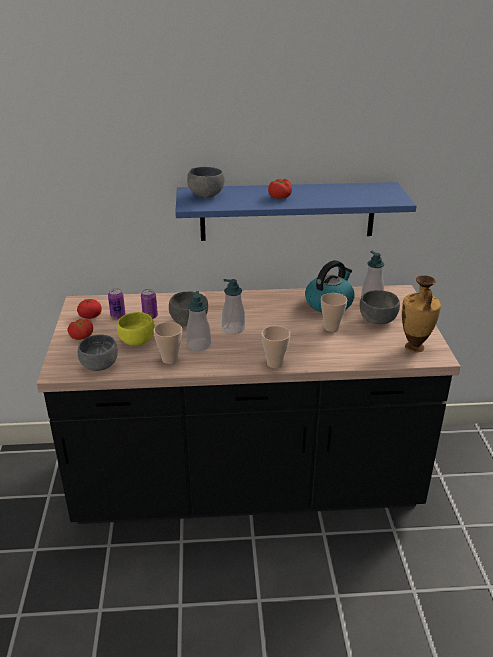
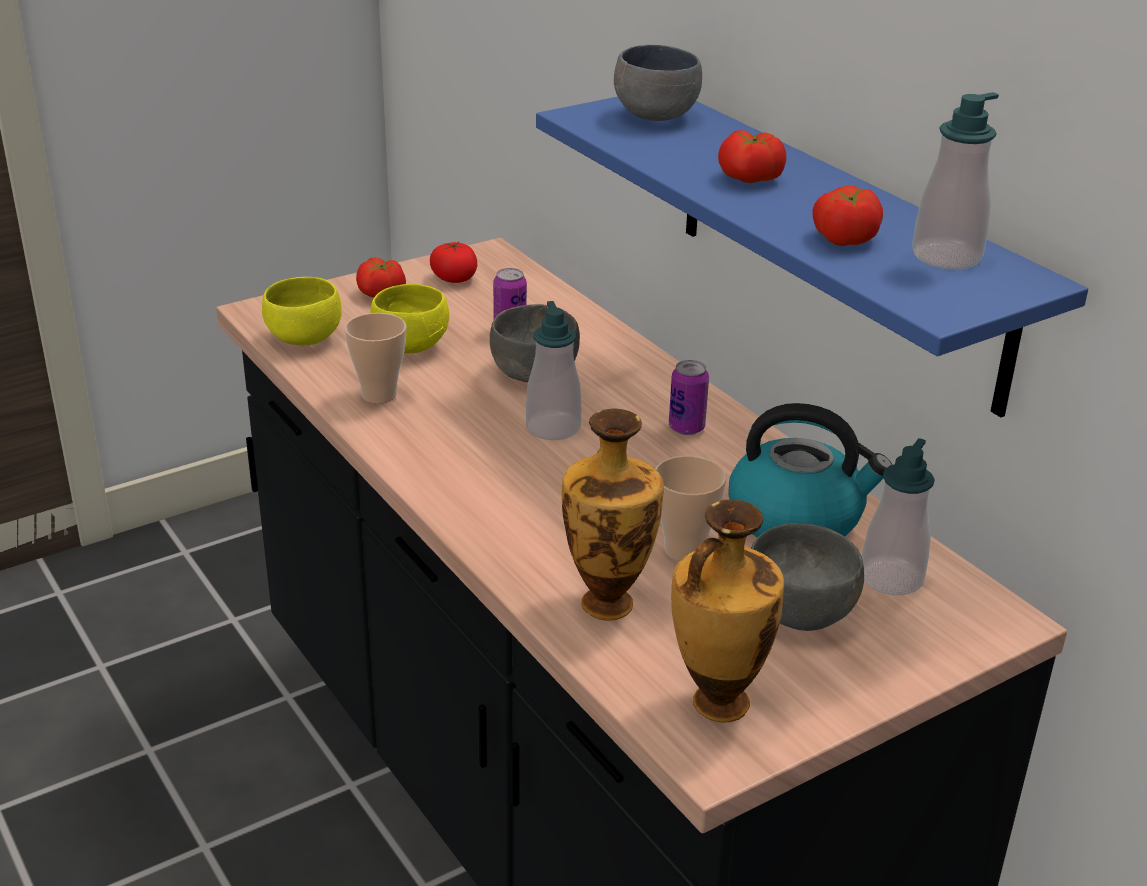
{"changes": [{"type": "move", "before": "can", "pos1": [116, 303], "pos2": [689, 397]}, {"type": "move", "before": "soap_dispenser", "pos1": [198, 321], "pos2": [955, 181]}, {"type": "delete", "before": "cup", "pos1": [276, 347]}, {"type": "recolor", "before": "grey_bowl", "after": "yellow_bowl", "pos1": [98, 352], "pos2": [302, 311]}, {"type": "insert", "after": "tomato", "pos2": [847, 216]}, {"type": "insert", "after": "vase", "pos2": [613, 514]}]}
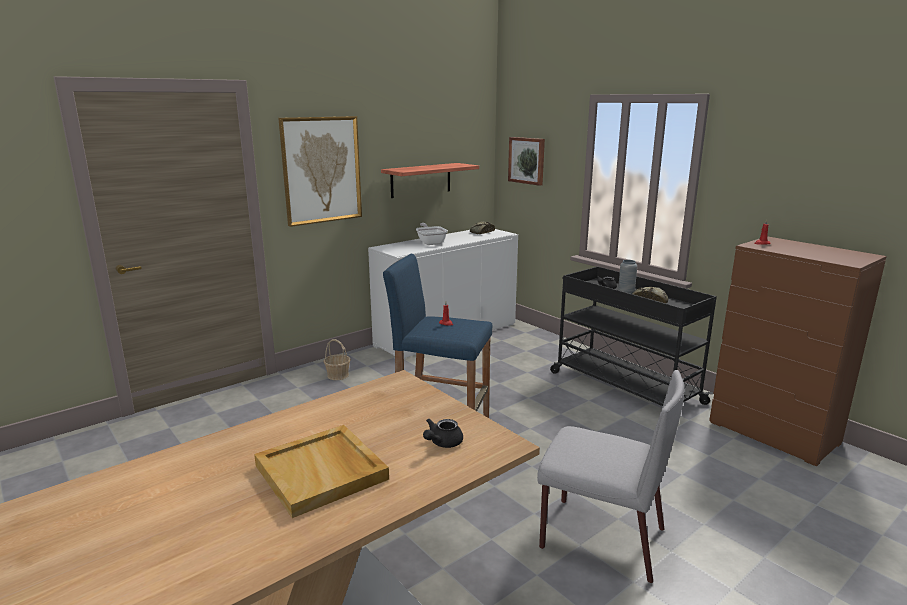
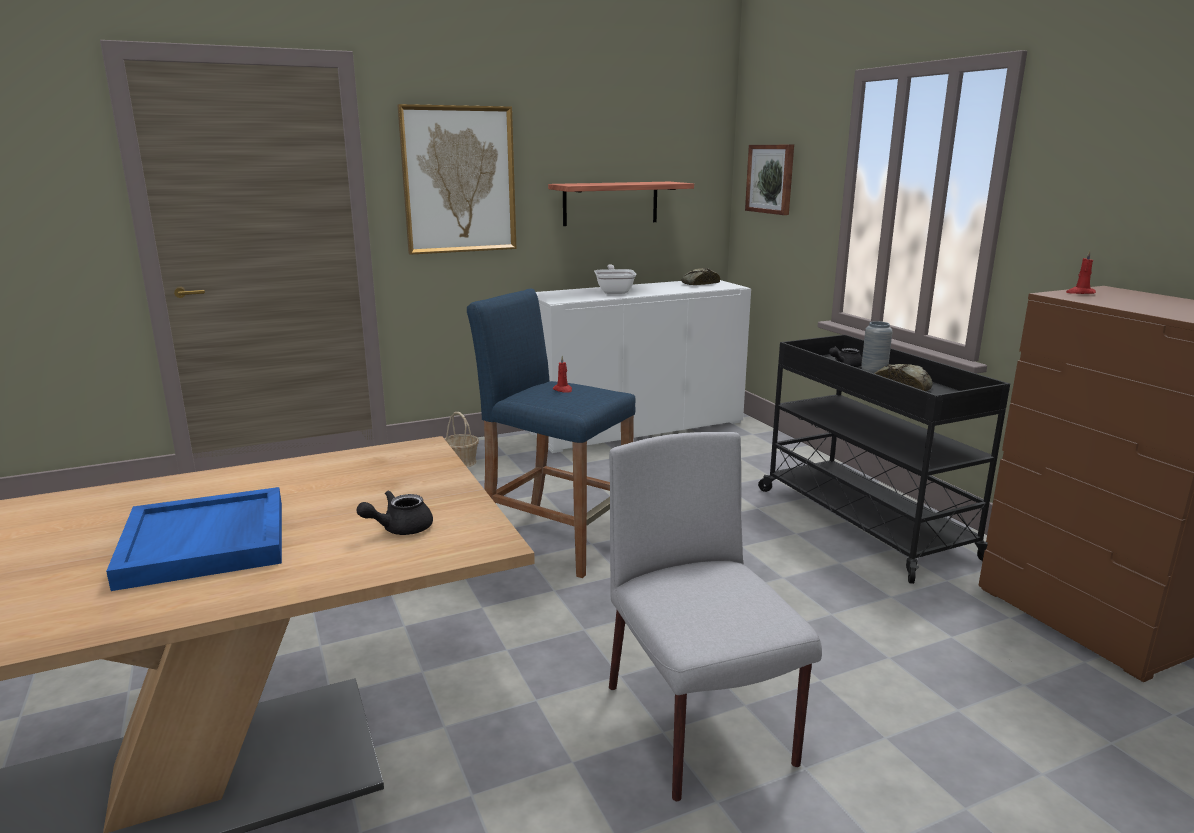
{"changes": [{"type": "rotate", "before": "grey_chair", "pos1": [611, 476], "pos2": [715, 617], "turn": -150}, {"type": "recolor", "before": "beige_tray", "after": "blue_tray", "pos1": [321, 471], "pos2": [194, 539]}]}
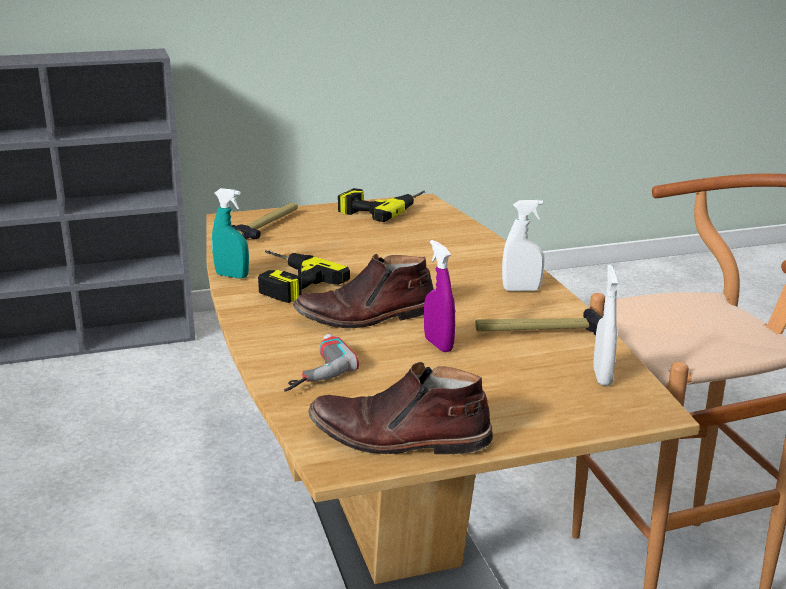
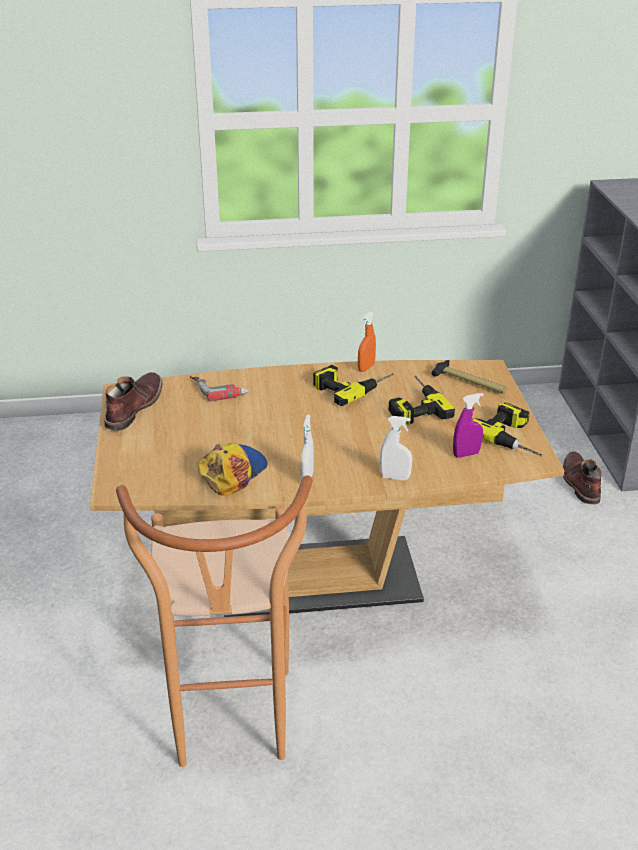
{"changes": [{"type": "recolor", "before": "turquoise_spray_bottle", "after": "orange_spray_bottle", "pos1": [230, 233], "pos2": [367, 341]}, {"type": "move", "before": "purple_spray_bottle", "pos1": [439, 296], "pos2": [468, 425]}, {"type": "move", "before": "brown_boot", "pos1": [363, 291], "pos2": [582, 477]}, {"type": "move", "before": "white_spray_bottle", "pos1": [605, 325], "pos2": [396, 448]}, {"type": "replace", "before": "hammer", "after": "cap", "pos1": [539, 322], "pos2": [233, 469]}, {"type": "insert", "after": "power_drill", "pos2": [422, 400]}]}
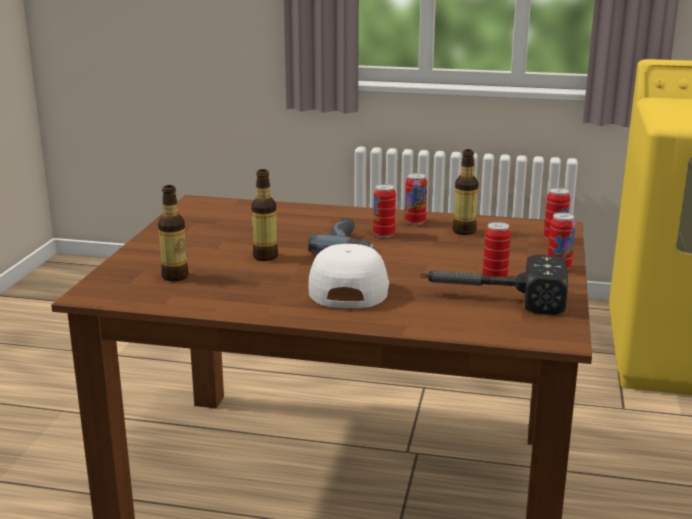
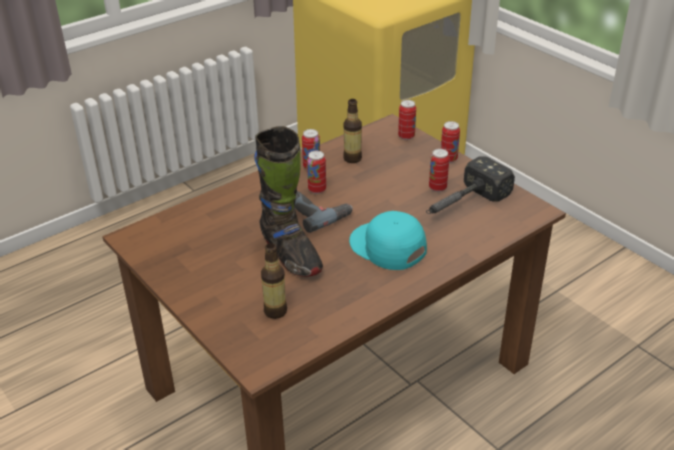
{"changes": [{"type": "replace", "before": "bottle", "after": "black_boot", "pos1": [264, 215], "pos2": [288, 201]}, {"type": "recolor", "before": "white_cap", "after": "turquoise_cap", "pos1": [348, 276], "pos2": [388, 240]}]}
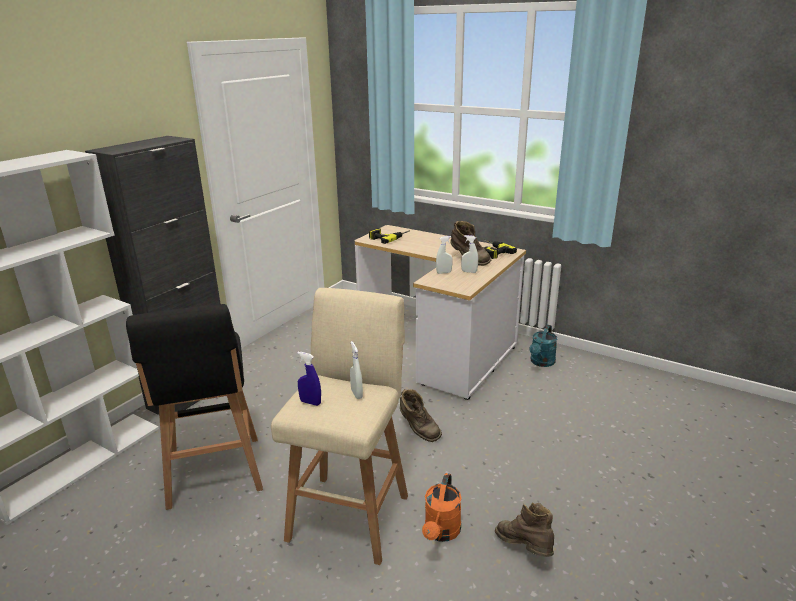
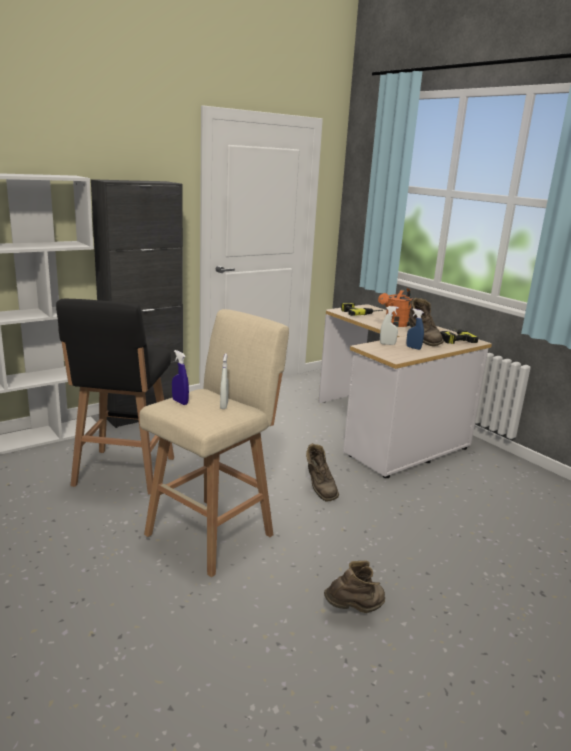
{"changes": [{"type": "recolor", "before": "white_spray_bottle", "after": "blue_spray_bottle", "pos1": [469, 254], "pos2": [415, 329]}, {"type": "delete", "before": "turquoise_watering_can", "pos1": [543, 346]}, {"type": "move", "before": "orange_watering_can", "pos1": [442, 507], "pos2": [395, 307]}, {"type": "rotate", "before": "brown_boot", "pos1": [524, 530], "pos2": [354, 586], "turn": 75}]}
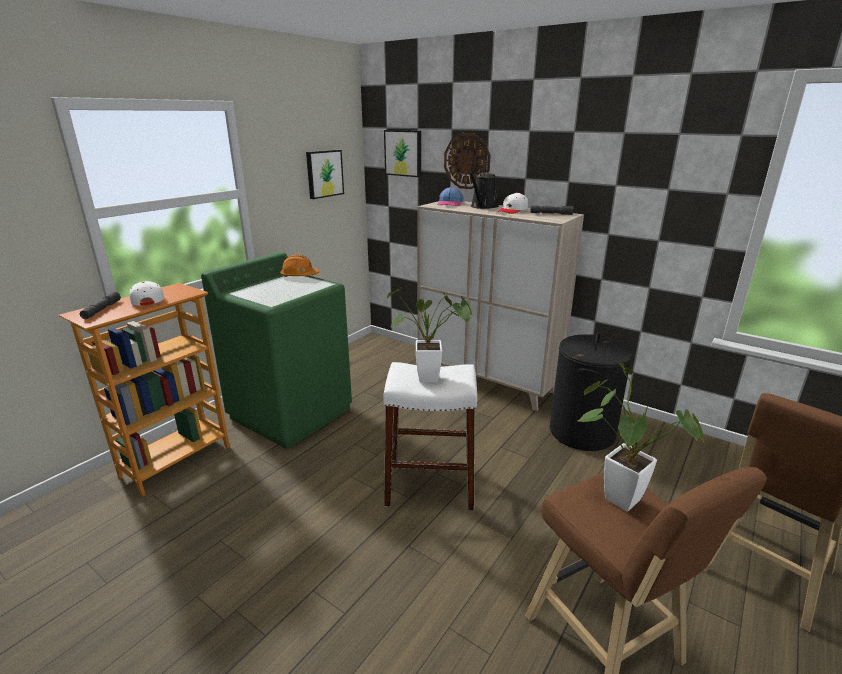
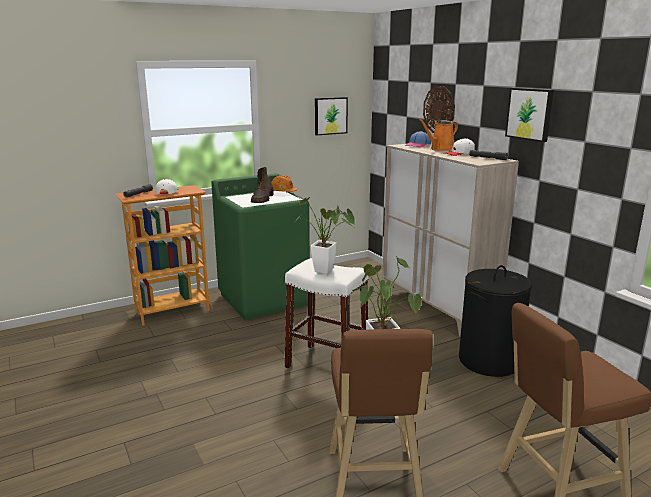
{"changes": [{"type": "move", "before": "picture", "pos1": [402, 153], "pos2": [529, 115]}, {"type": "recolor", "before": "black_watering_can", "after": "orange_watering_can", "pos1": [484, 190], "pos2": [438, 135]}, {"type": "insert", "after": "brown_boot", "pos2": [262, 185]}]}
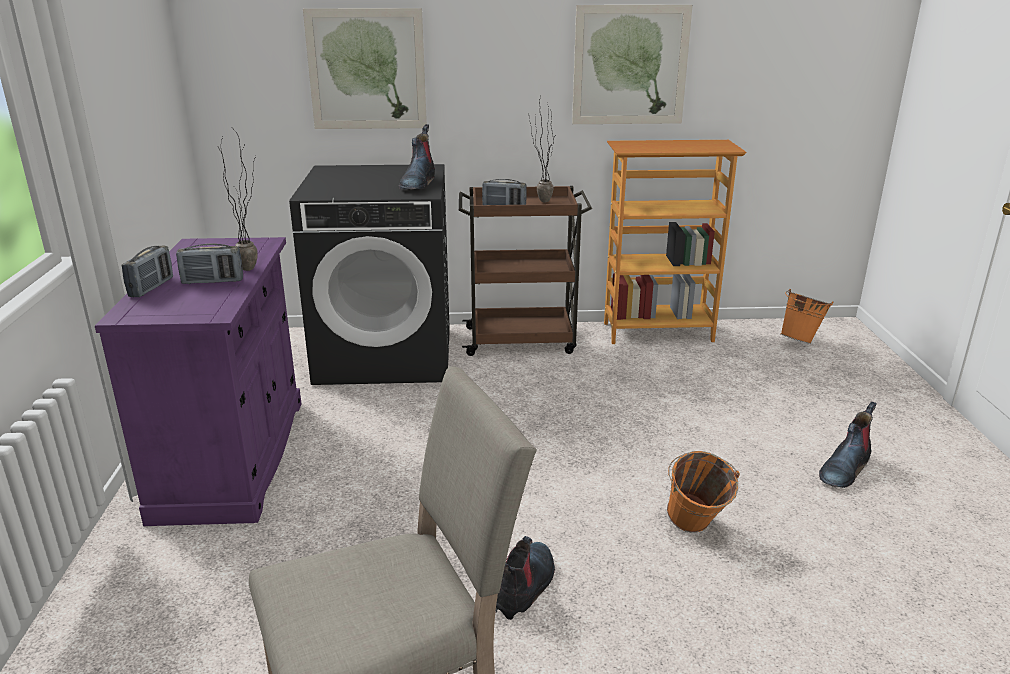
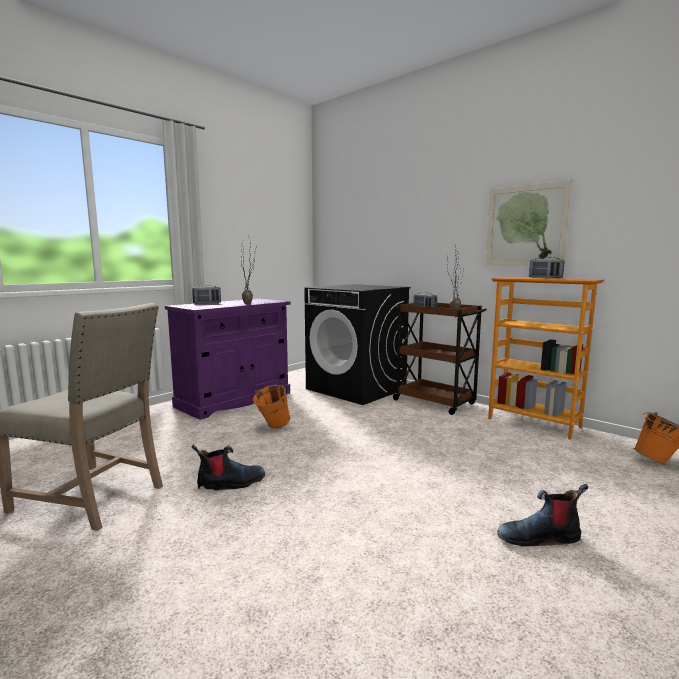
{"changes": [{"type": "delete", "before": "picture", "pos1": [365, 68]}, {"type": "delete", "before": "boot", "pos1": [416, 157]}, {"type": "move", "before": "radio", "pos1": [209, 263], "pos2": [546, 267]}, {"type": "move", "before": "orange_bucket", "pos1": [703, 492], "pos2": [271, 407]}]}
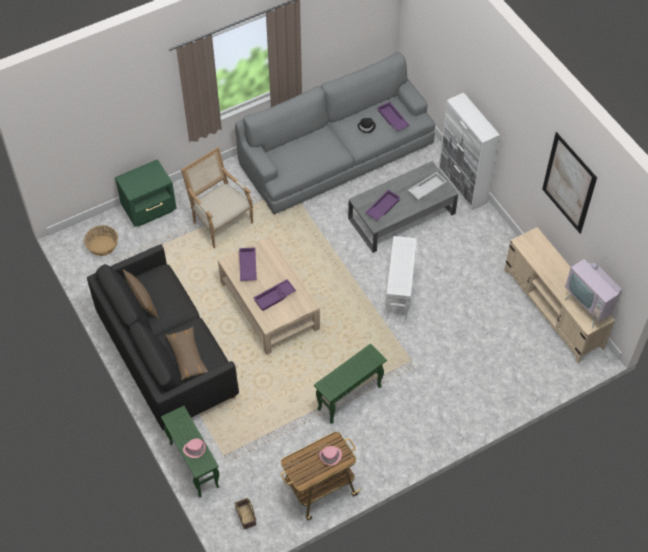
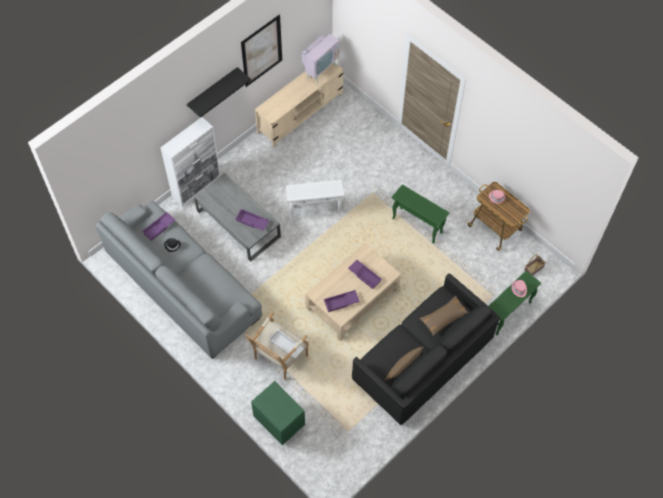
{"changes": [{"type": "move", "before": "white_tray", "pos1": [427, 186], "pos2": [286, 343]}, {"type": "delete", "before": "basket", "pos1": [101, 240]}, {"type": "insert", "after": "black_shelf", "pos2": [219, 92]}]}
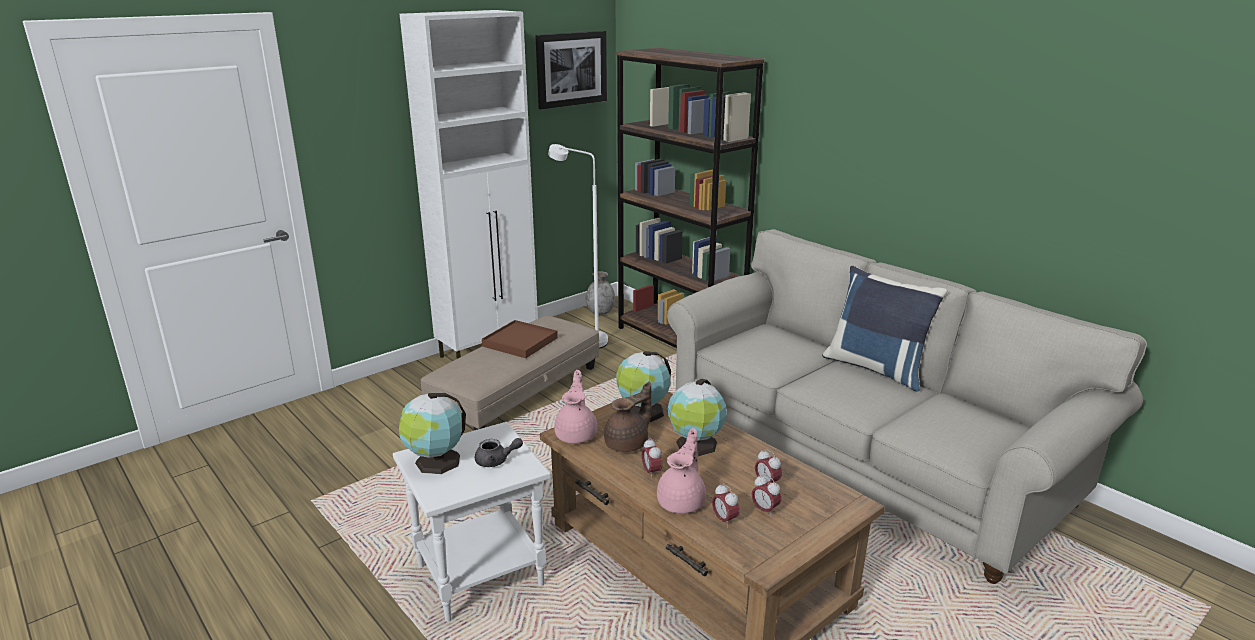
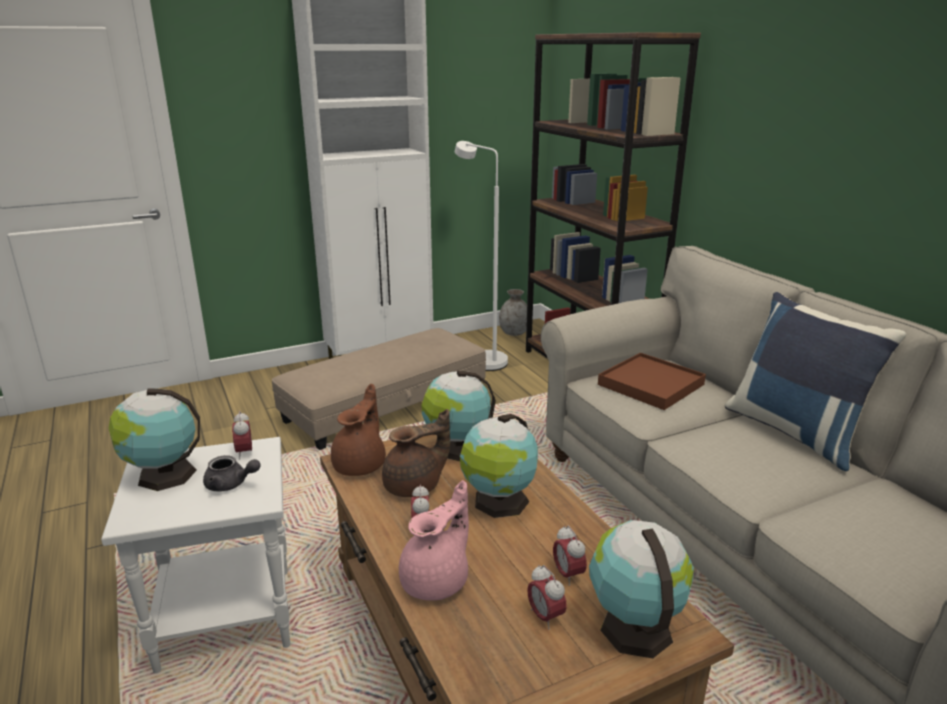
{"changes": [{"type": "delete", "before": "picture", "pos1": [571, 70]}, {"type": "move", "before": "brown_tray", "pos1": [520, 339], "pos2": [652, 381]}, {"type": "recolor", "before": "pink_teapot", "after": "brown_teapot", "pos1": [575, 407], "pos2": [358, 430]}, {"type": "move", "before": "alarm_clock", "pos1": [726, 505], "pos2": [242, 435]}, {"type": "insert", "after": "globe", "pos2": [641, 589]}]}
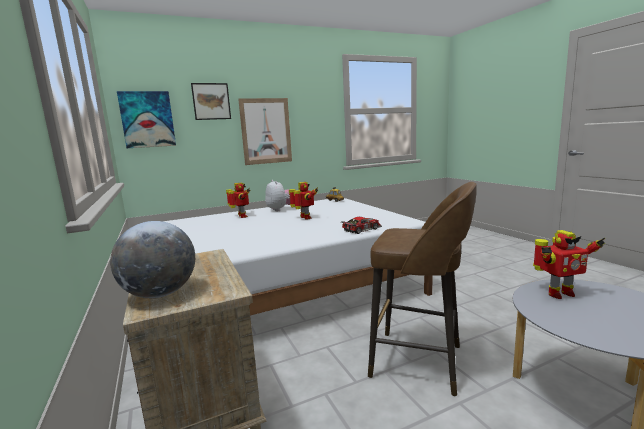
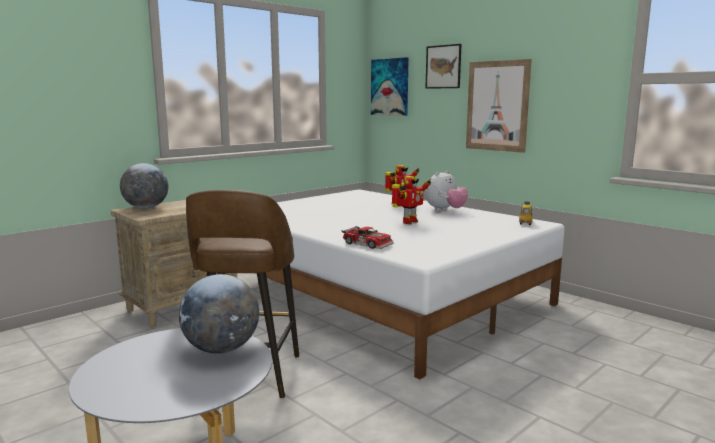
{"changes": [{"type": "replace", "before": "toy_robot", "after": "globe", "pos1": [569, 264], "pos2": [219, 314]}]}
